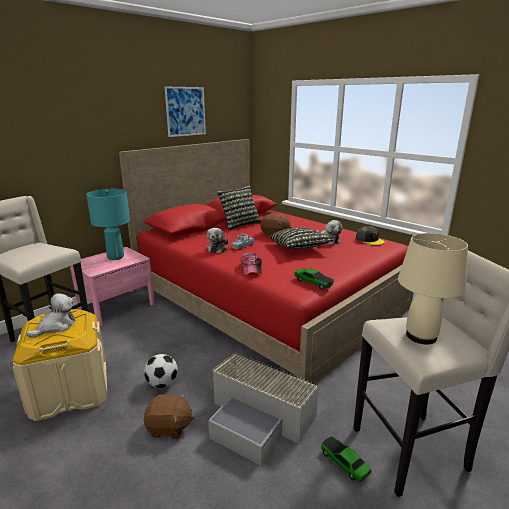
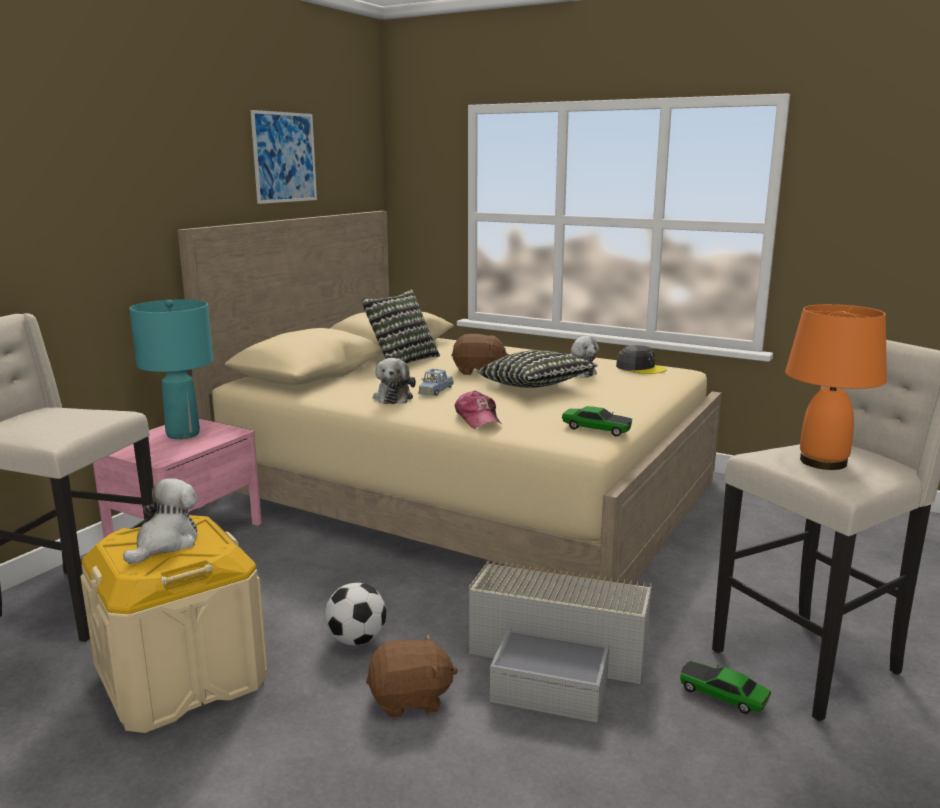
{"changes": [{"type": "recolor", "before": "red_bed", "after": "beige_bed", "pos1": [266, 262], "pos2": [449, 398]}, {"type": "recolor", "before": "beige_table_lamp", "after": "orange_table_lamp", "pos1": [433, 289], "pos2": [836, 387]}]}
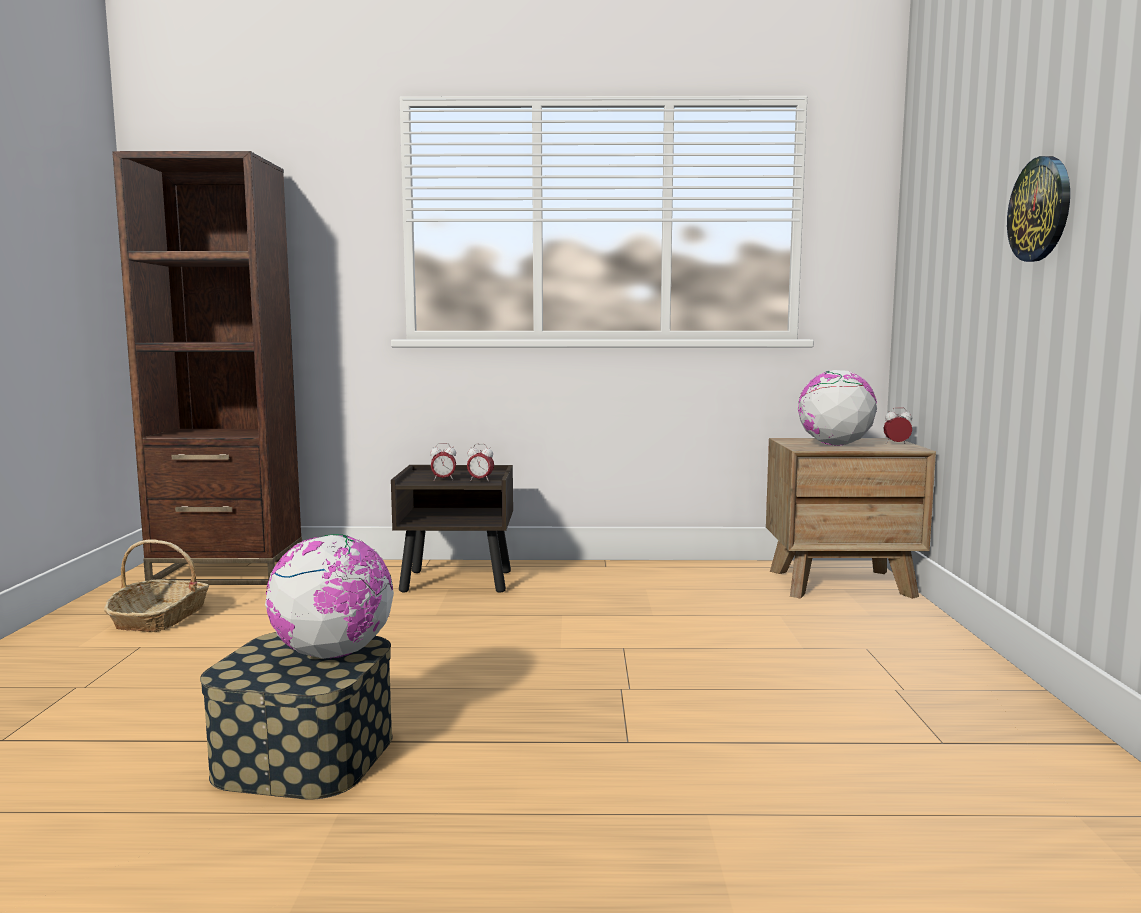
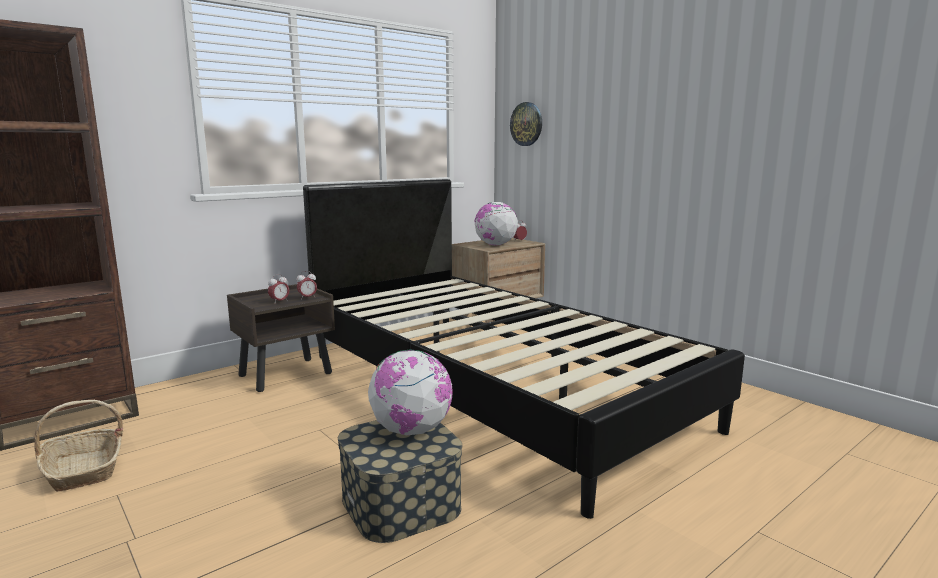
{"changes": [{"type": "move", "before": "wall_clock", "pos1": [1038, 209], "pos2": [526, 124]}, {"type": "insert", "after": "black_bed", "pos2": [524, 349]}]}
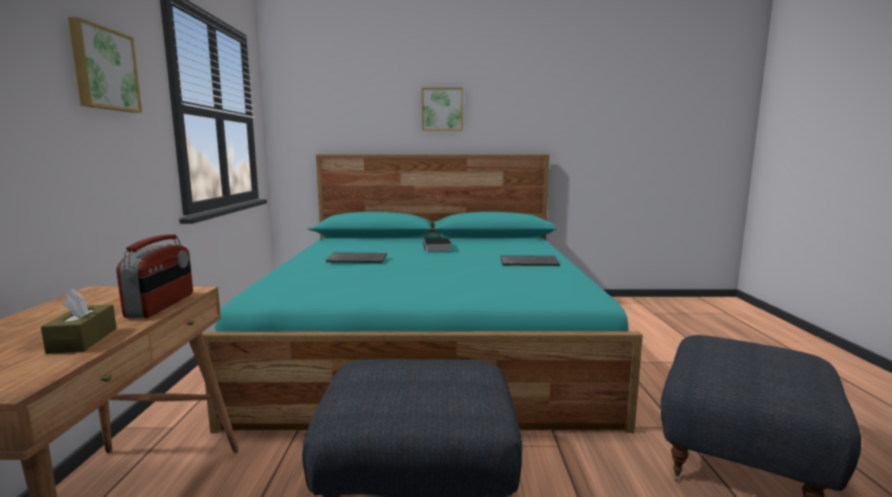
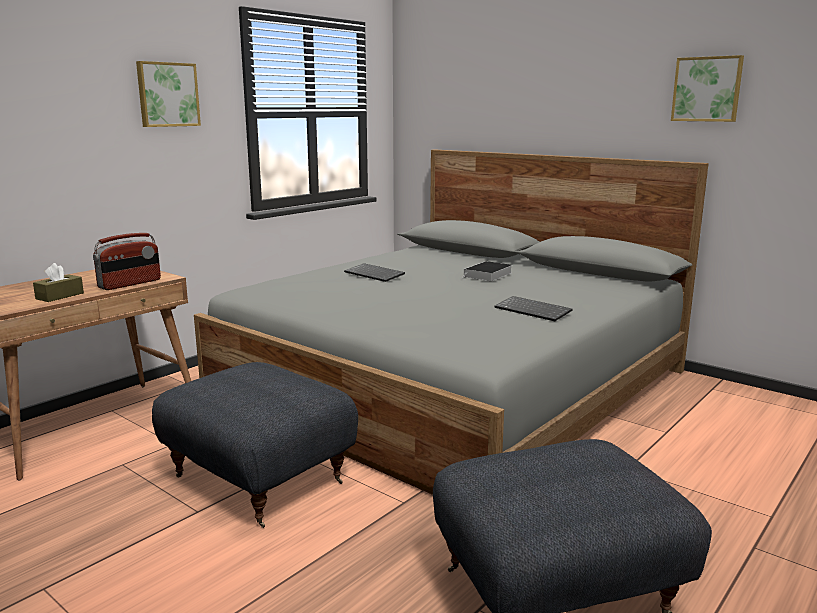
{"changes": [{"type": "move", "before": "picture", "pos1": [442, 109], "pos2": [707, 88]}, {"type": "recolor", "before": "turquoise_bed", "after": "grey_bed", "pos1": [422, 293], "pos2": [451, 322]}]}
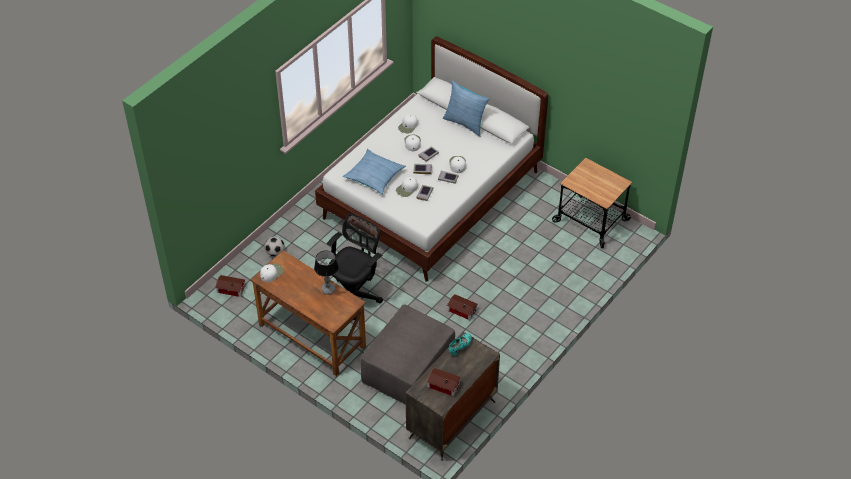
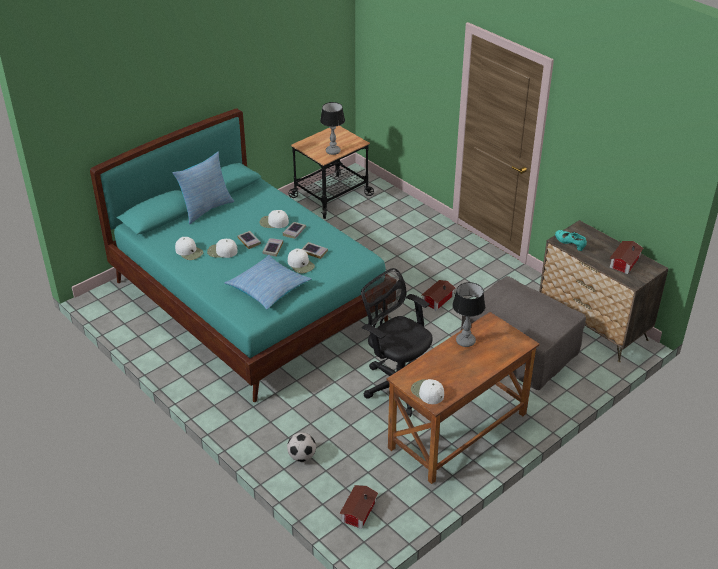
{"changes": [{"type": "recolor", "before": "white_bed", "after": "turquoise_bed", "pos1": [431, 159], "pos2": [242, 255]}, {"type": "insert", "after": "table_lamp", "pos2": [332, 128]}]}
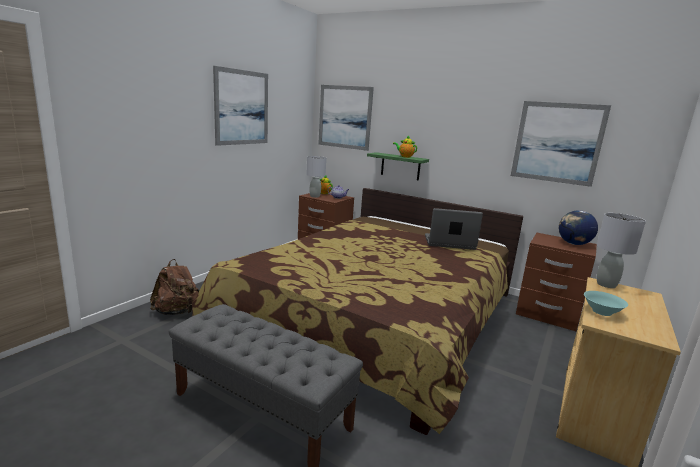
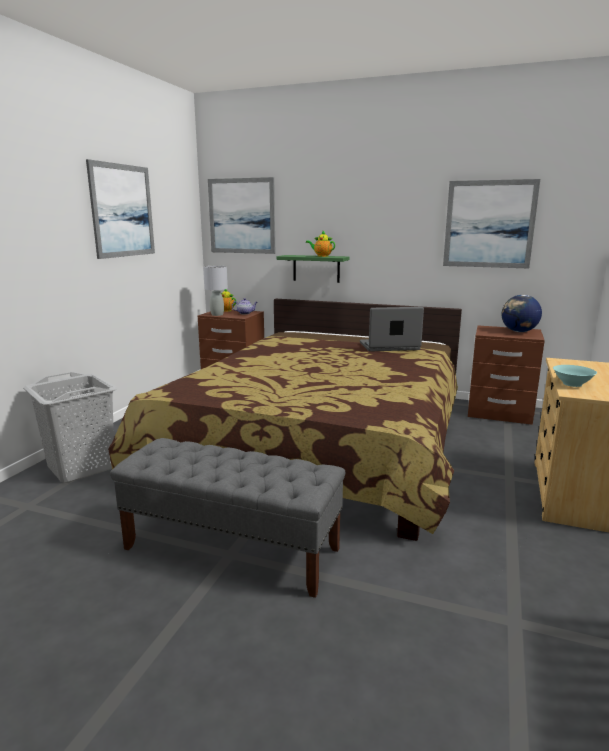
{"changes": [{"type": "delete", "before": "grey_table_lamp", "pos1": [621, 250]}, {"type": "replace", "before": "brown_backpack", "after": "grey_laundry_basket", "pos1": [174, 287], "pos2": [70, 427]}]}
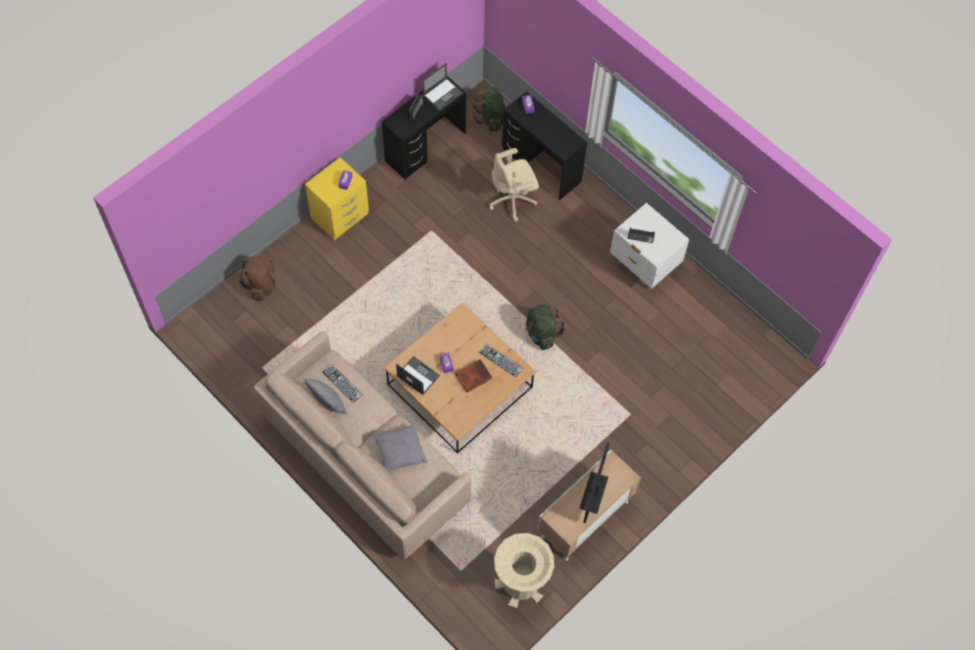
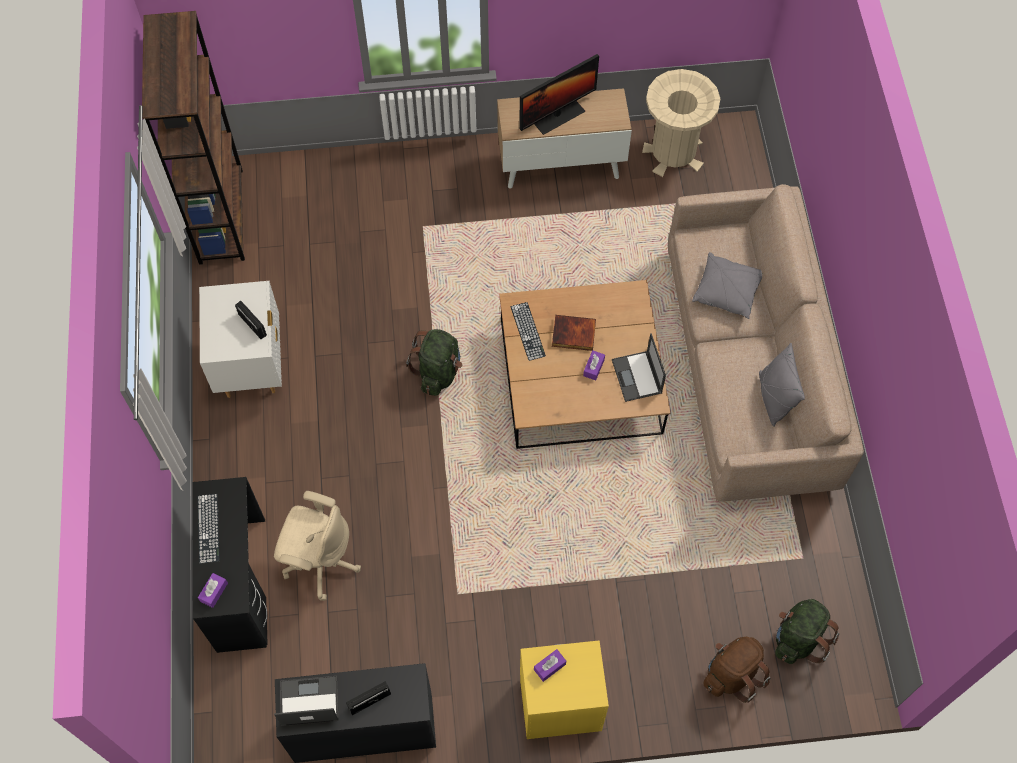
{"changes": [{"type": "move", "before": "green_backpack", "pos1": [491, 109], "pos2": [807, 631]}, {"type": "move", "before": "keyboard", "pos1": [342, 383], "pos2": [209, 529]}, {"type": "insert", "after": "brown_bookcase", "pos2": [193, 138]}]}
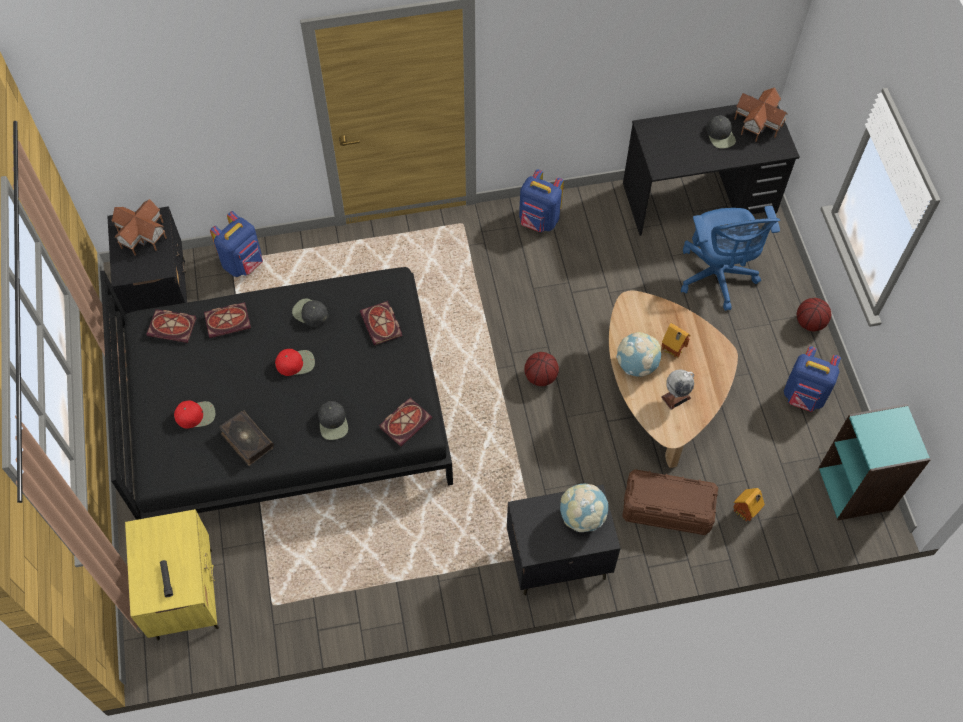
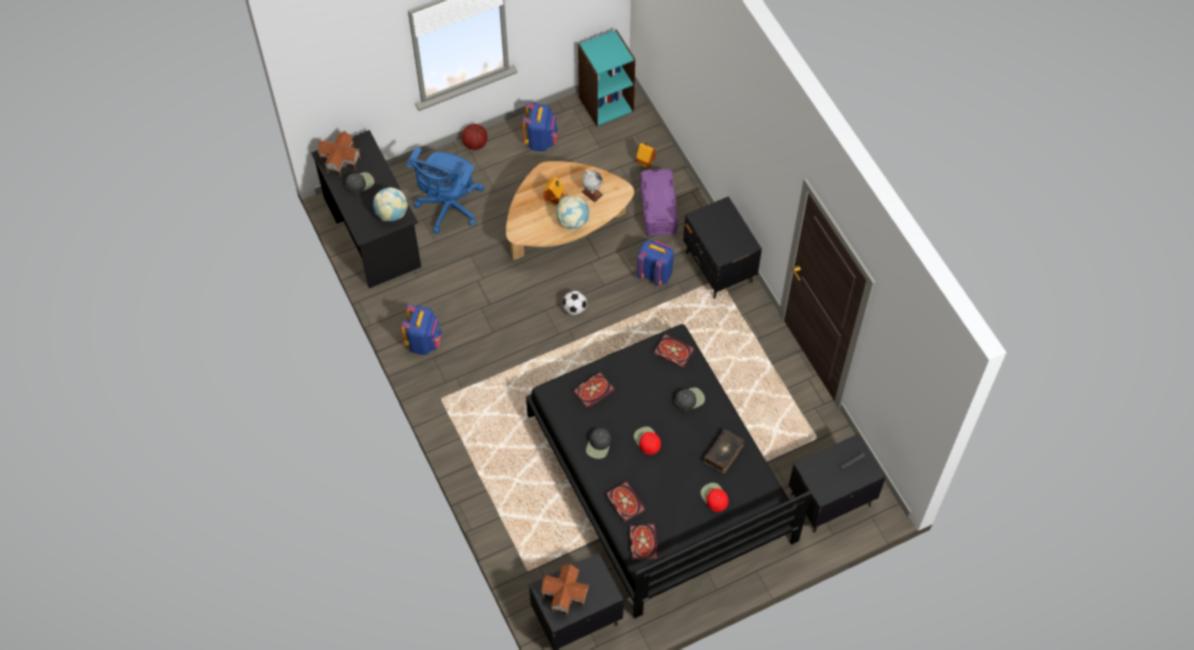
{"changes": [{"type": "rotate", "before": "blue_office_chair", "pos1": [730, 258], "pos2": [445, 190], "turn": 135}, {"type": "move", "before": "blue_backpack", "pos1": [236, 244], "pos2": [655, 263]}, {"type": "replace", "before": "basketball", "after": "football", "pos1": [541, 369], "pos2": [574, 303]}, {"type": "recolor", "before": "brown_storage_box", "after": "purple_storage_box", "pos1": [670, 502], "pos2": [659, 202]}, {"type": "move", "before": "globe", "pos1": [584, 508], "pos2": [390, 204]}, {"type": "recolor", "before": "yellow_nightstand", "after": "black_nightstand", "pos1": [172, 574], "pos2": [837, 483]}]}
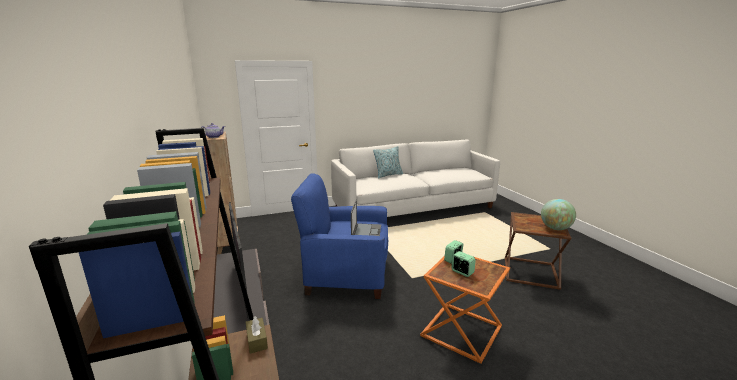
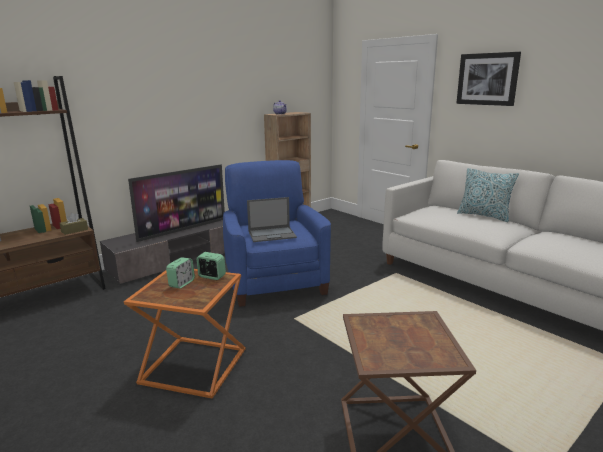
{"changes": [{"type": "delete", "before": "globe", "pos1": [558, 214]}, {"type": "insert", "after": "picture", "pos2": [488, 79]}]}
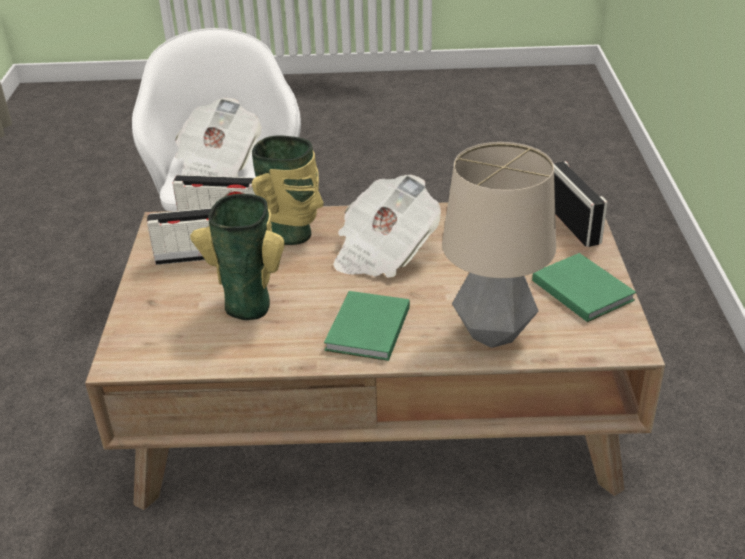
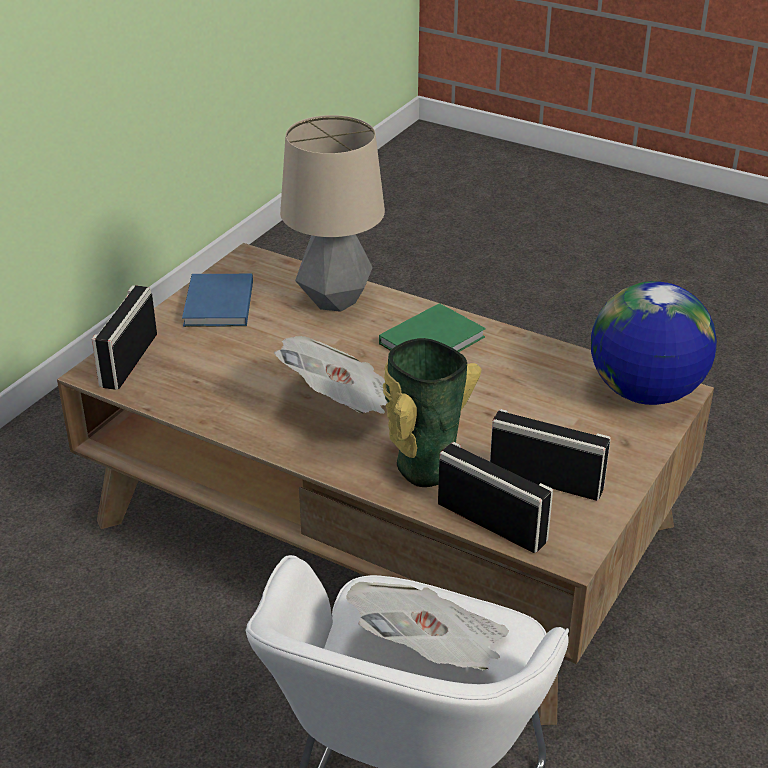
{"changes": [{"type": "delete", "before": "vase", "pos1": [237, 257]}, {"type": "recolor", "before": "green_book", "after": "blue_book", "pos1": [584, 287], "pos2": [217, 300]}, {"type": "insert", "after": "globe", "pos2": [654, 343]}]}
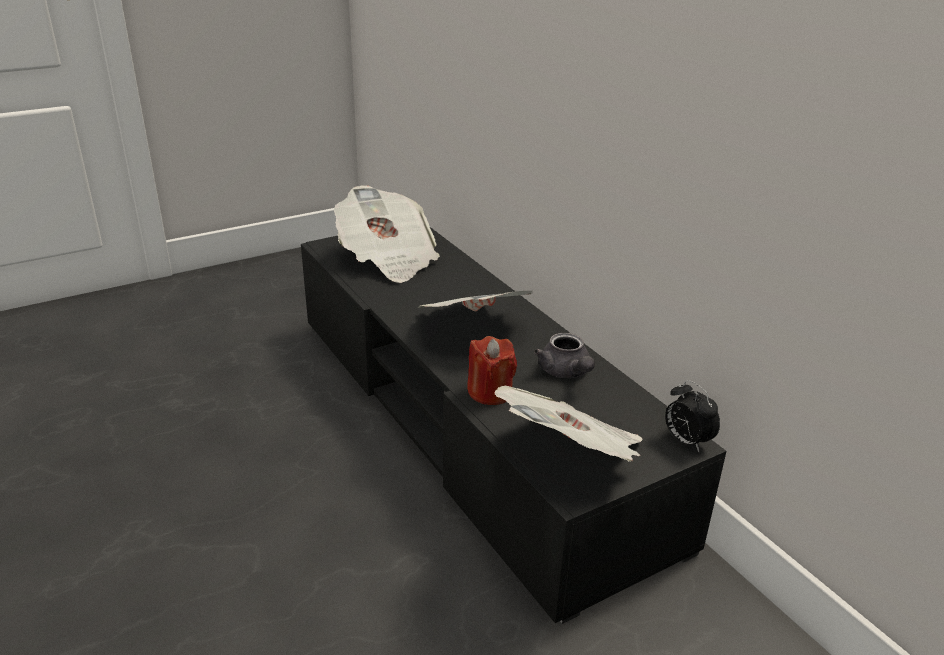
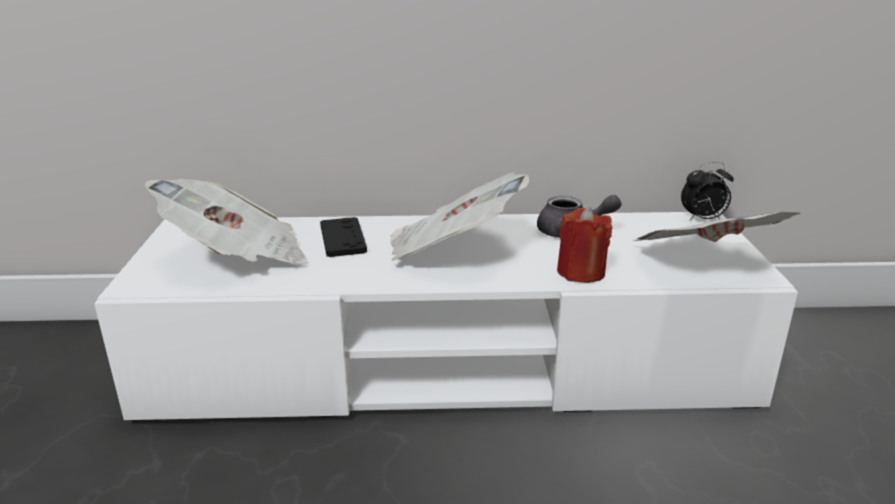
{"changes": [{"type": "recolor", "before": "black_tv_stand", "after": "white_tv_stand", "pos1": [514, 425], "pos2": [446, 316]}, {"type": "insert", "after": "black_game_controller", "pos2": [343, 237]}]}
